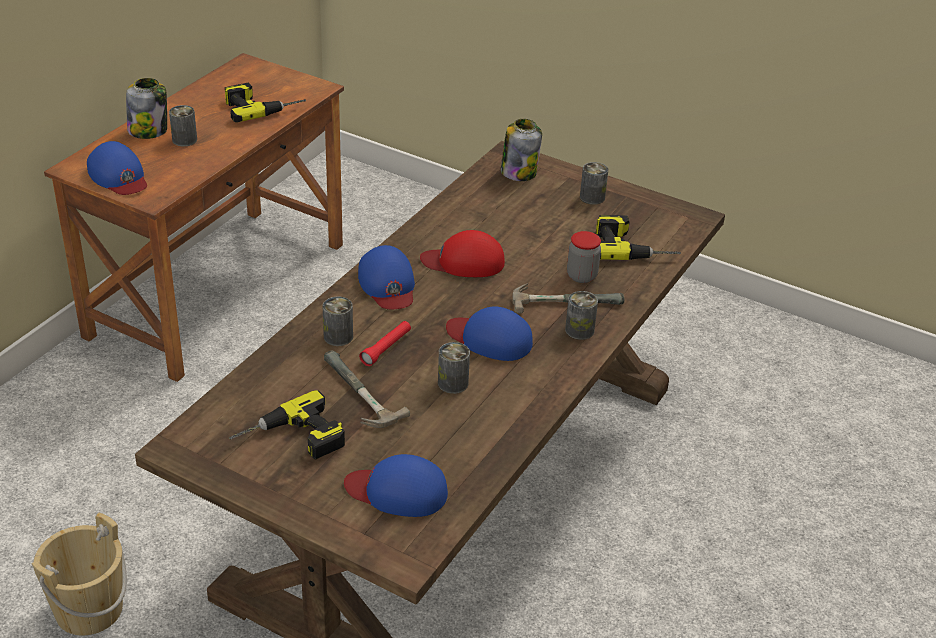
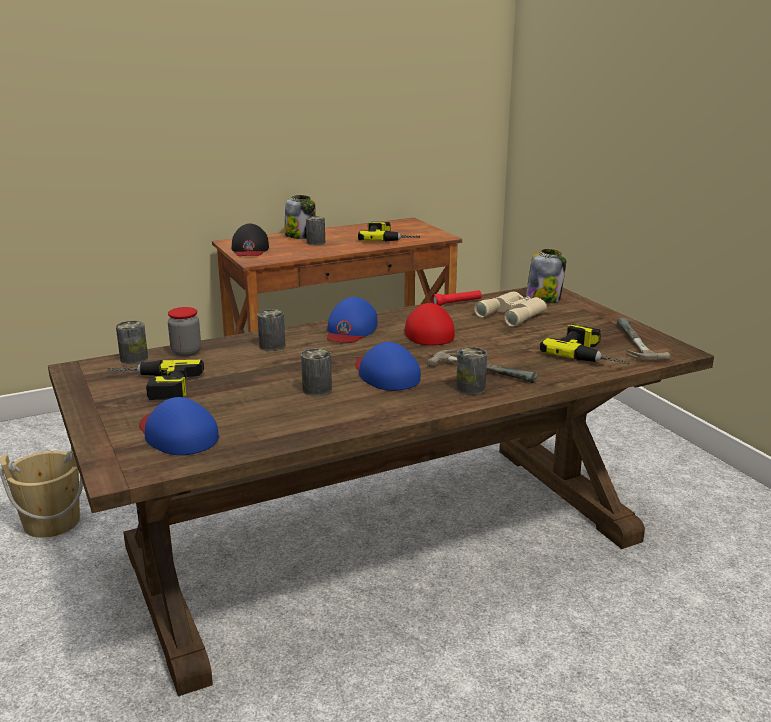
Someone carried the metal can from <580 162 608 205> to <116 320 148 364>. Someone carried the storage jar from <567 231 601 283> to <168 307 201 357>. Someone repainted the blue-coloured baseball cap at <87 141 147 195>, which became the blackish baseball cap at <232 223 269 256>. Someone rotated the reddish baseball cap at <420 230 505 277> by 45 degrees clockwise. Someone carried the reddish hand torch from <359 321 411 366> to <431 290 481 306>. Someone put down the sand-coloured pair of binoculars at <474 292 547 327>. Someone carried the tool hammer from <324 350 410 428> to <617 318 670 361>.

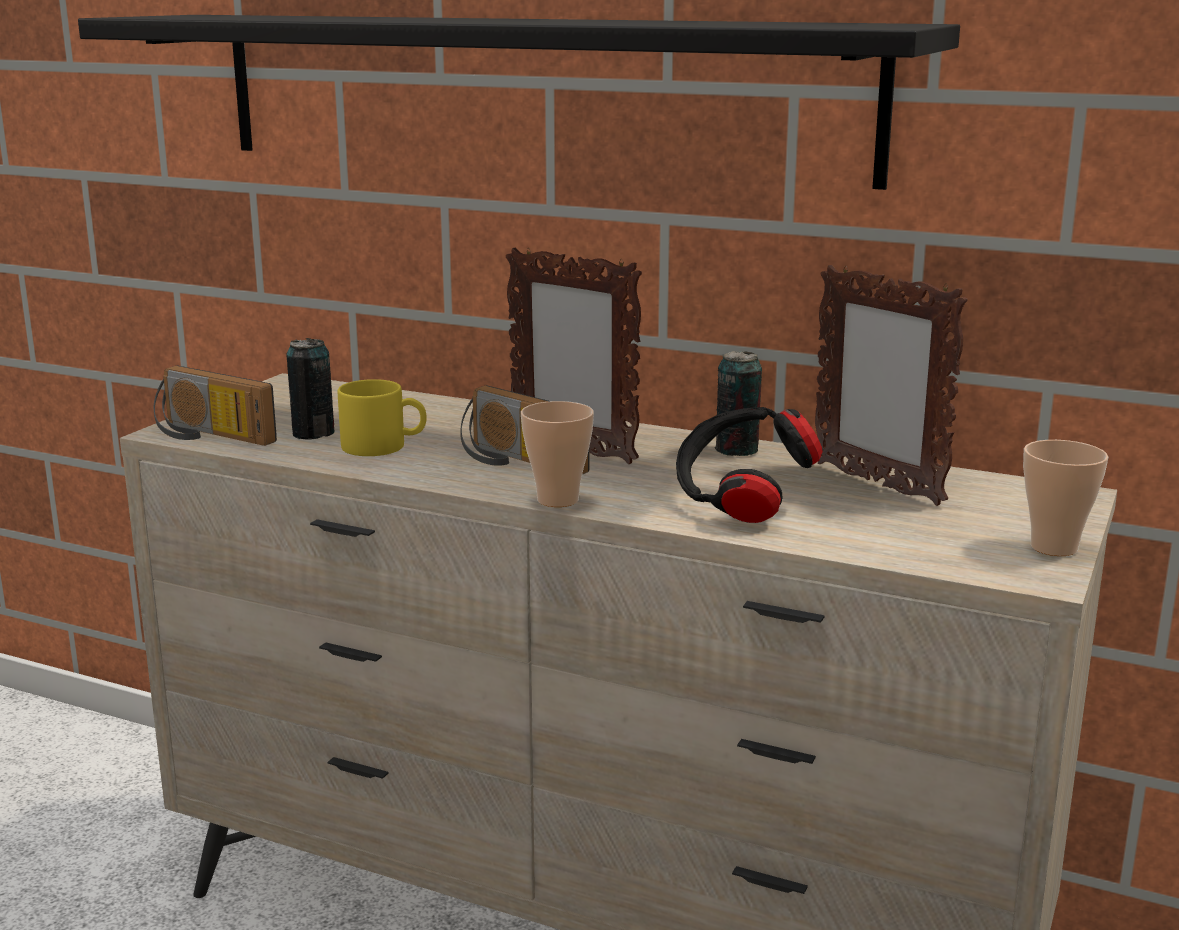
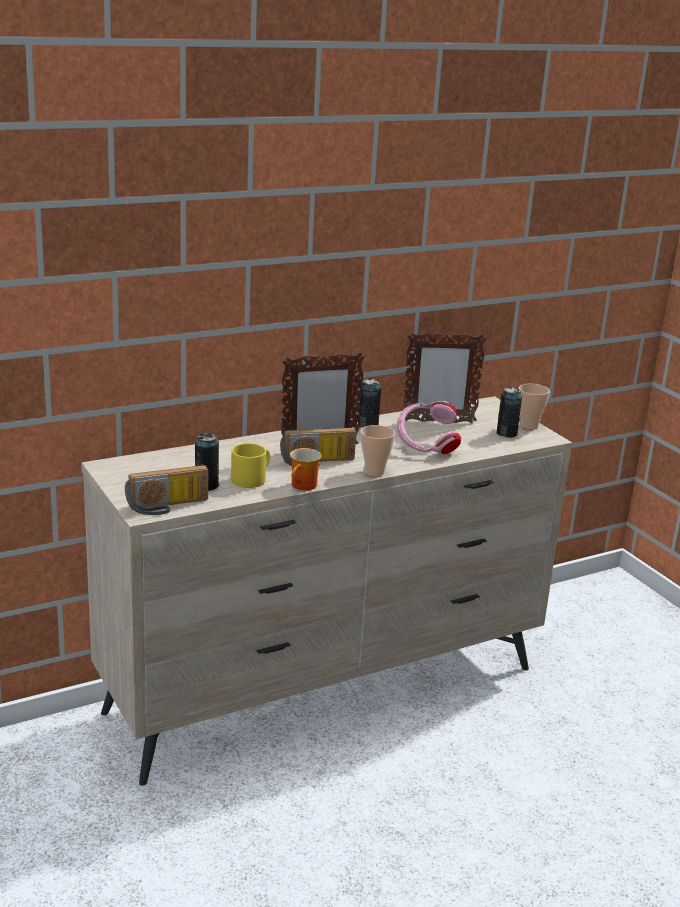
Someone put down the coffee mug at <290 448 322 491>. Someone repainted the blackish headset at <676 407 823 523>, which became the pink headset at <397 401 461 454>. Someone put down the metal can at <497 387 522 438>. Someone took away the blackish bracket shelf at <78 15 960 190>.

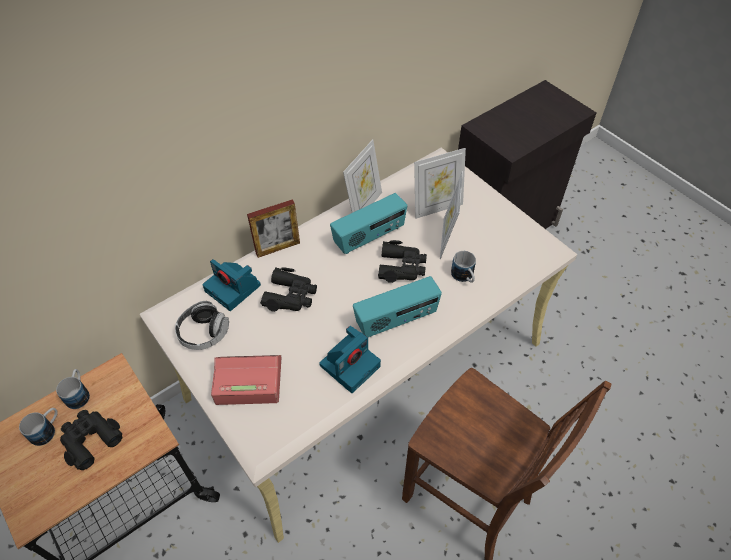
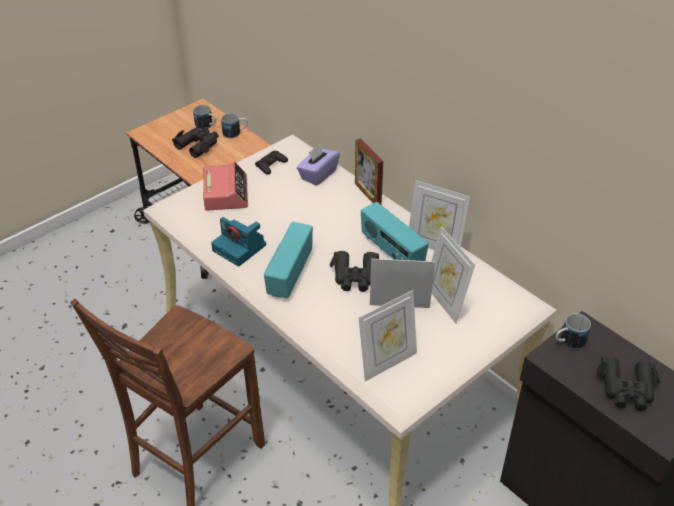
Someone swapped the headset at <175 301 229 350> for the blackish game controller at <255 151 288 175>. Someone rotated the radio set at <353 276 442 337> by 45 degrees clockwise. Someone swapped the photo camera at <202 259 261 311> for the purple tissue holder at <297 144 340 186>. Someone put down the standing frame at <358 290 417 381>. Someone carried the coffee mug from <451 251 476 283> to <555 313 591 349>. Someone carried the blackish pair of binoculars from <260 267 317 312> to <597 357 660 411>.

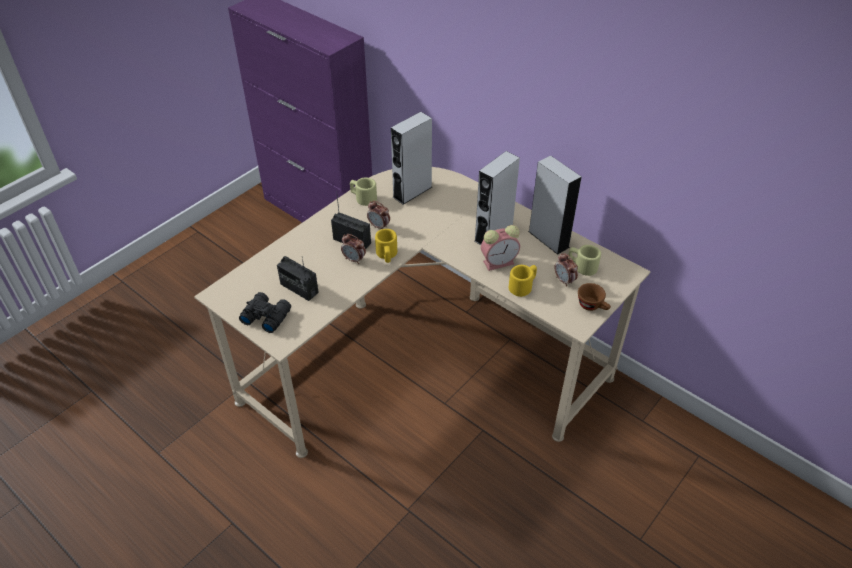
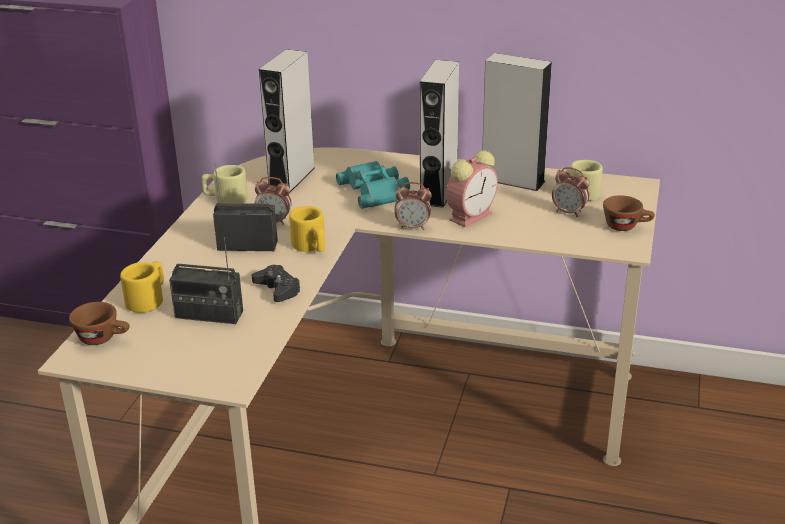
Someone put down the brown cup at <69 302 130 345>. Someone carried the yellowish coffee mug from <509 265 537 297> to <120 261 164 313>. Someone put down the blackish game controller at <252 265 301 302>. Someone put down the turquoise pair of binoculars at <336 161 410 209>. Someone carried the alarm clock from <341 234 366 264> to <395 182 432 230>. Someone took away the blackish pair of binoculars at <239 292 291 333>.

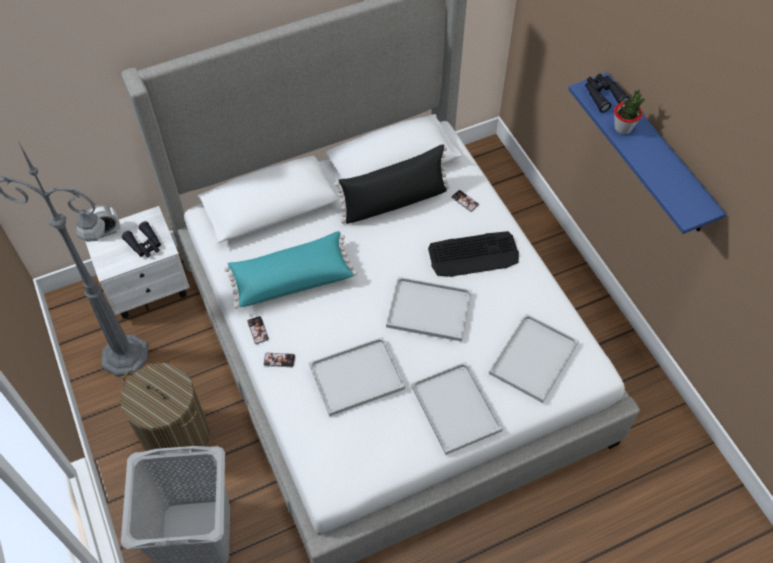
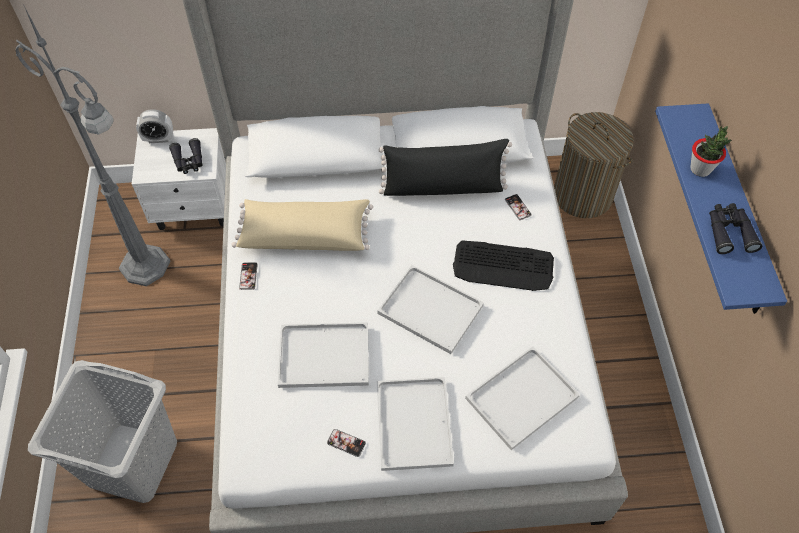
Someone repainted the turquoise throw pillow at <224 231 358 309>, which became the sand-coloured throw pillow at <231 199 373 251>. Someone carried the handset from <264 353 295 367> to <327 429 366 457>. Someone carried the washing basket from <120 363 210 451> to <554 112 634 218>. Someone carried the blackish pair of binoculars from <585 74 629 113> to <709 203 762 254>.

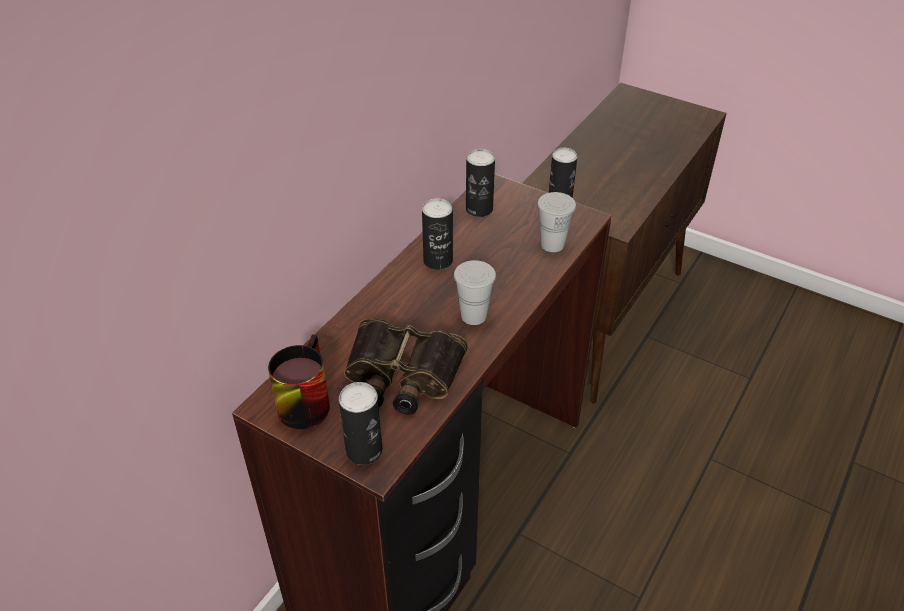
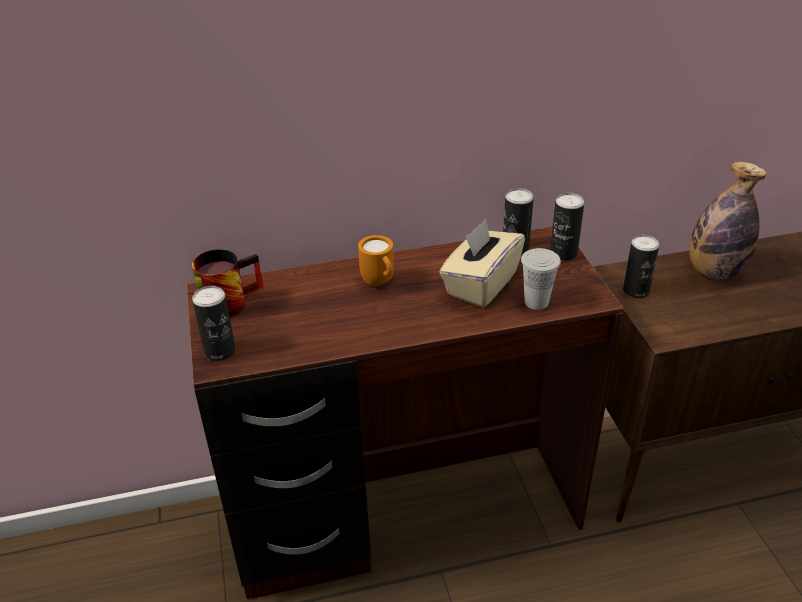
Someone put down the orangey coffee mug at <358 235 394 286>. Someone put down the sand-coloured tissue holder at <439 219 525 308>. Someone carried the metal can from <422 198 453 270> to <550 193 584 261>. Someone put down the drink bottle at <689 161 767 280>. Someone took away the pair of binoculars at <344 319 467 415>. Someone took away the white-coloured cup at <454 260 496 325>.

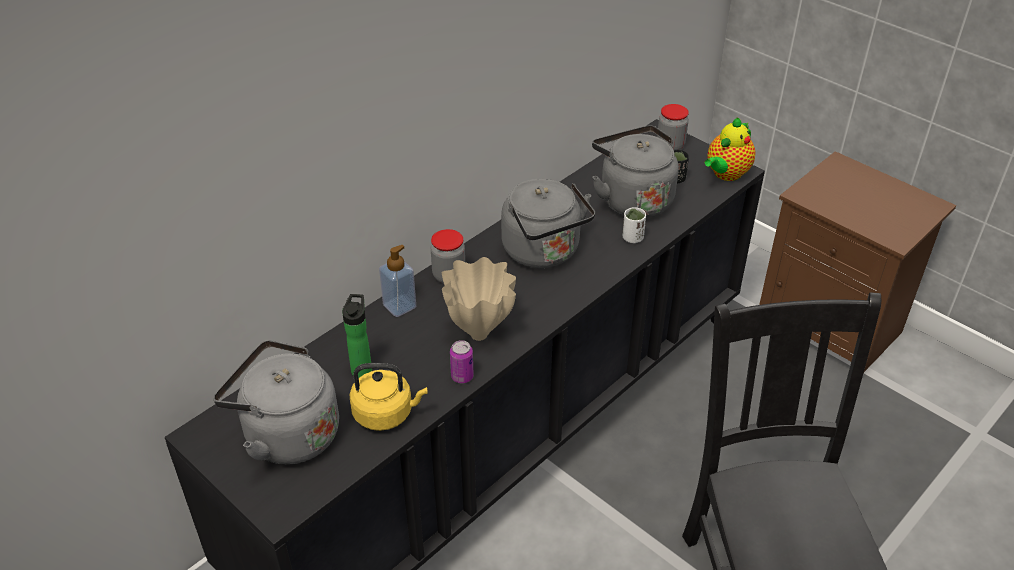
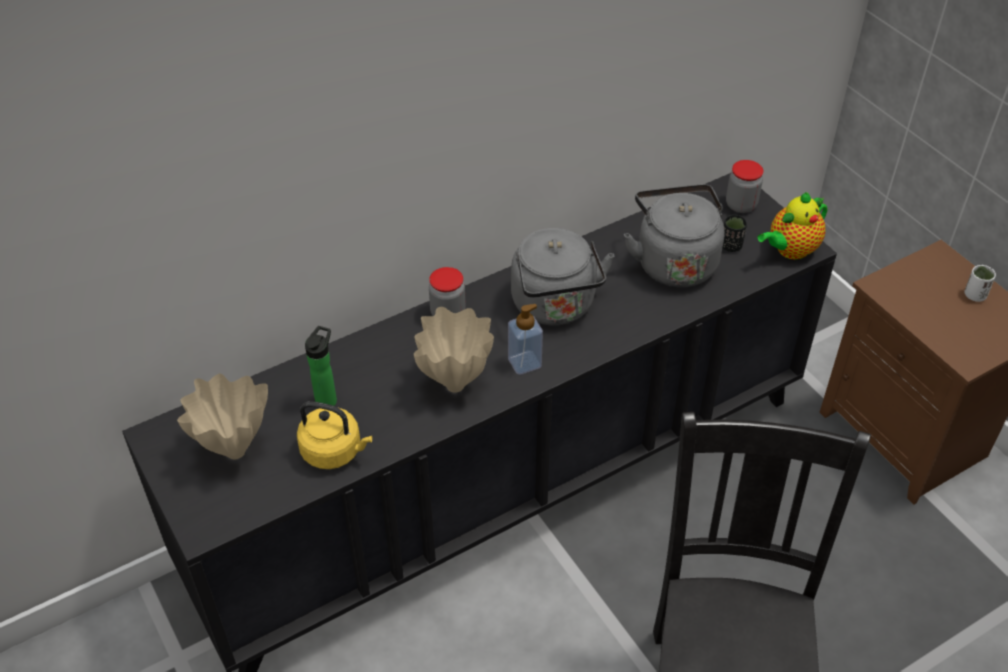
Someone swapped the grey kettle at <213 340 339 465> for the sand-coloured vase at <177 374 268 459>. Someone carried the soap bottle from <379 245 416 317> to <508 304 543 375>. Someone carried the white-coloured cup from <623 207 646 243> to <964 265 996 302>. Someone took away the metal can at <450 340 474 383>.

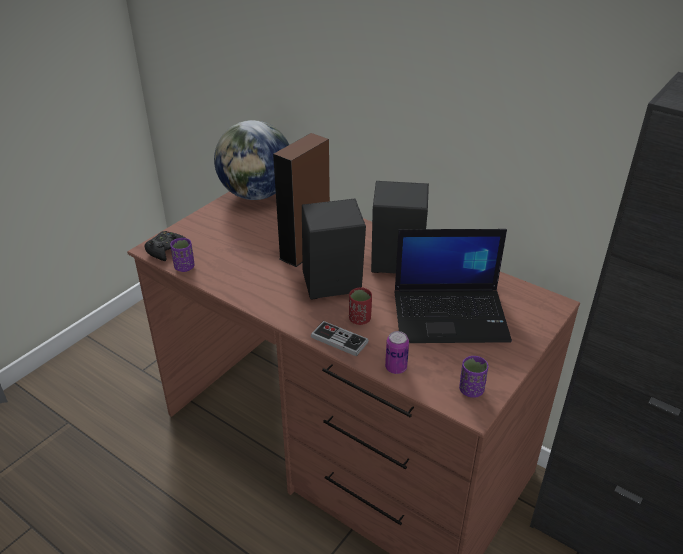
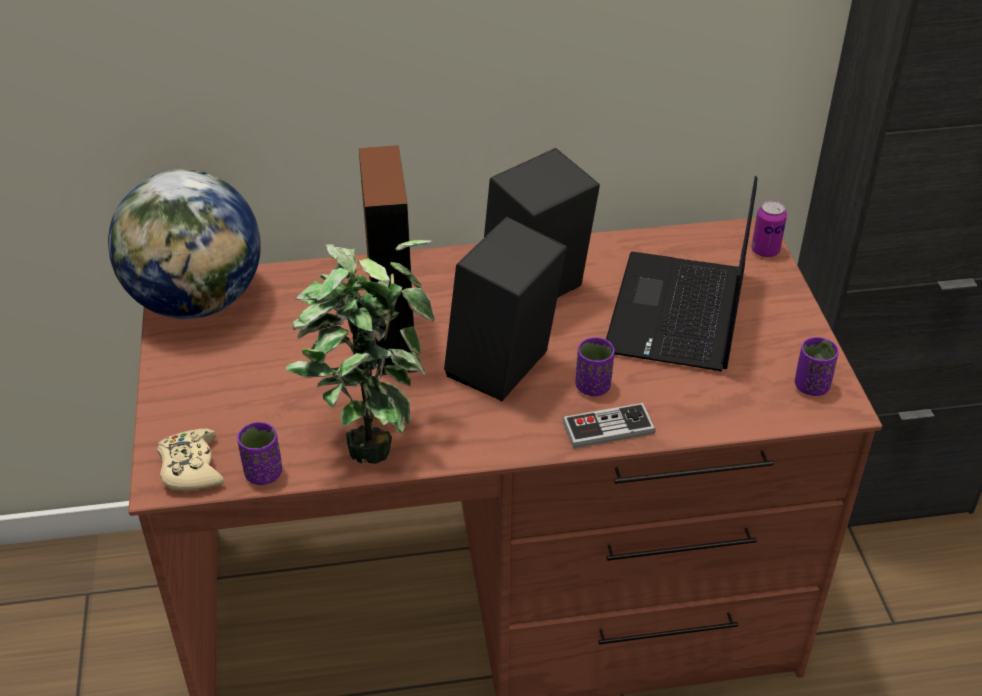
Someone repainted the blackish game controller at <144 231 186 261>, which became the sand-coloured game controller at <157 429 224 491>. Someone put down the plant in a pot at <286 240 435 464>. Someone repainted the reddish cup at <349 287 372 325>, which became the purple cup at <576 337 615 396>. Someone rotated the laptop at <394 229 512 343> by 150 degrees clockwise. Someone carried the metal can from <385 331 409 374> to <751 200 787 257>.

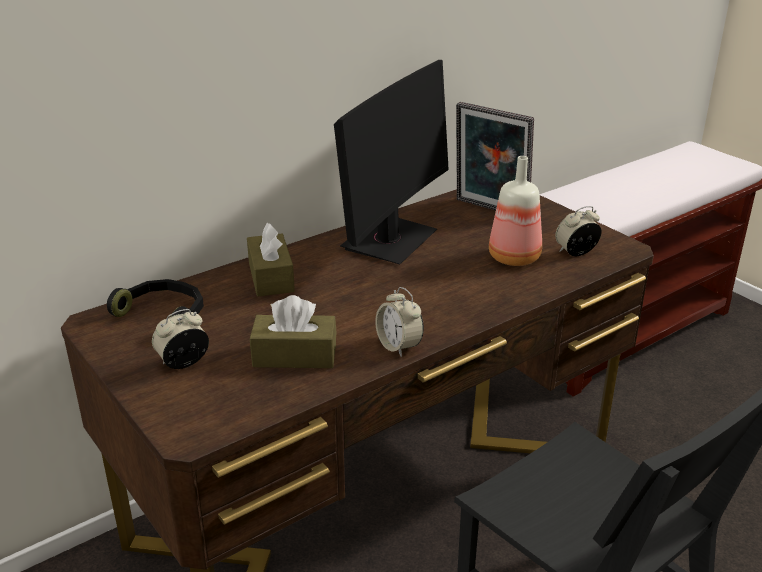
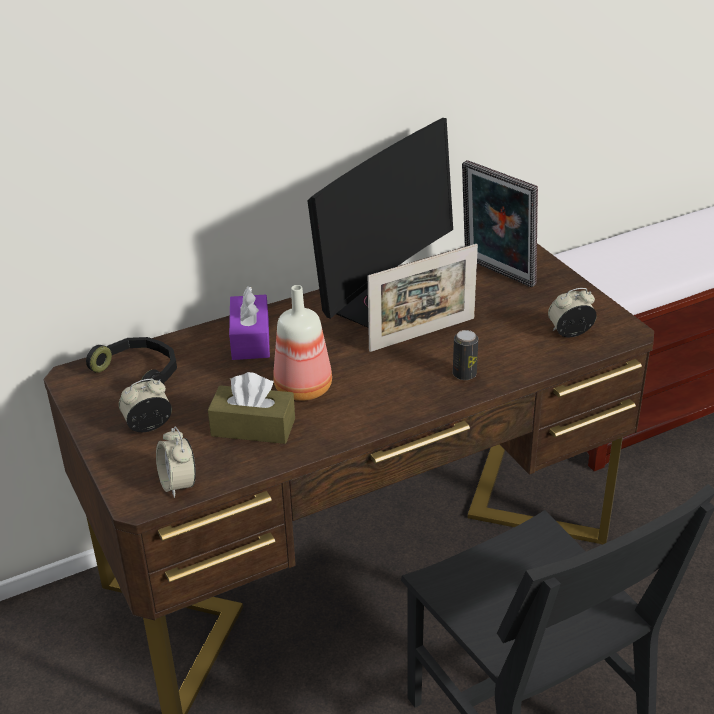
Someone carried the alarm clock from <375 287 424 357> to <156 427 196 498>. Someone repainted the brown tissue holder at <247 223 295 297>, which became the purple tissue holder at <229 286 270 360>. Someone carried the drink bottle from <489 156 542 266> to <273 285 332 401>. Someone put down the standing frame at <368 244 478 352>. Someone put down the metal can at <453 330 478 380>.

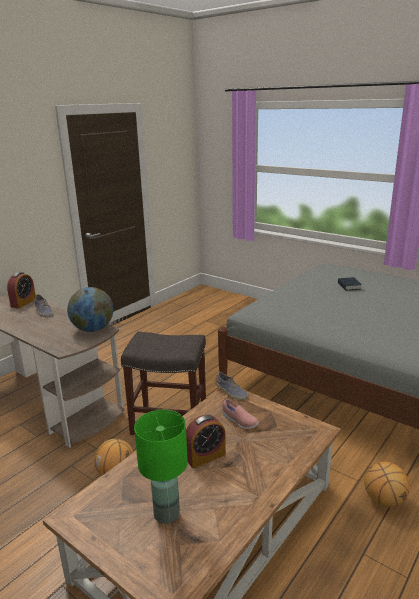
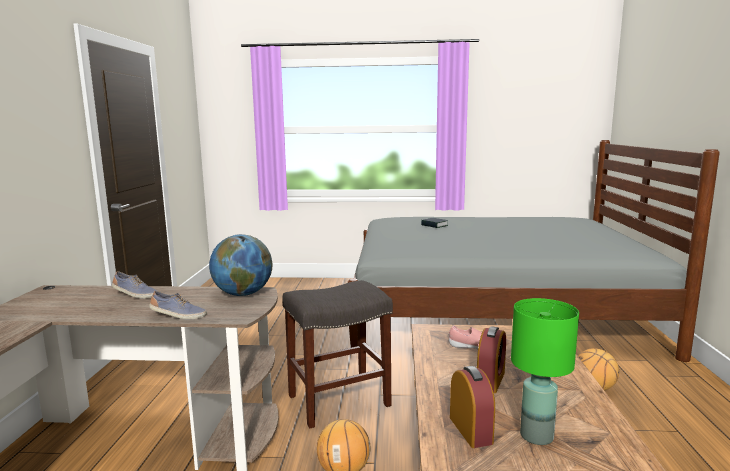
Someone carried the shoe from <214 372 249 400> to <149 291 207 319>. Someone carried the alarm clock from <7 272 36 309> to <450 366 495 448>.

